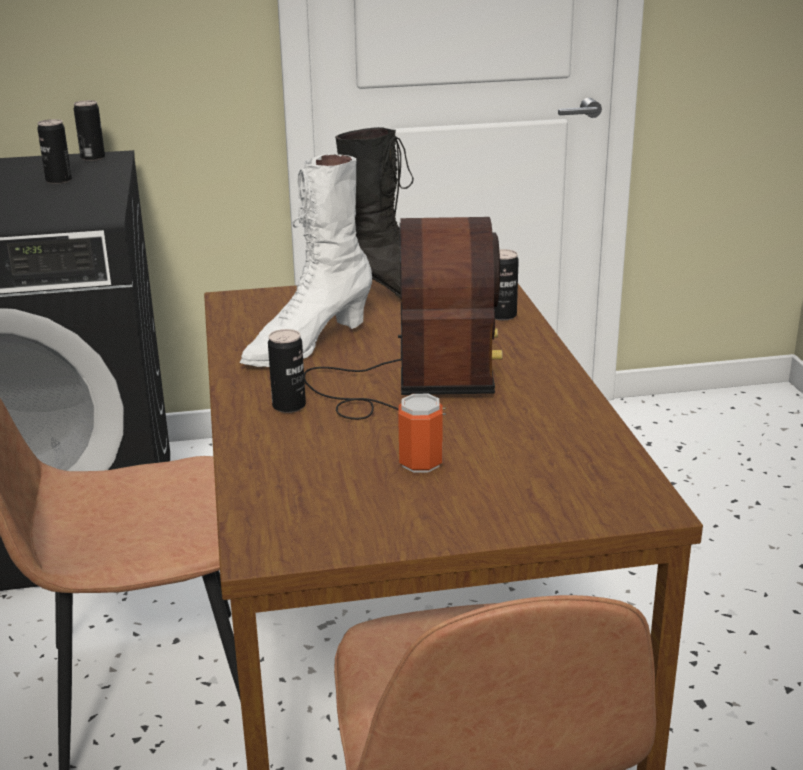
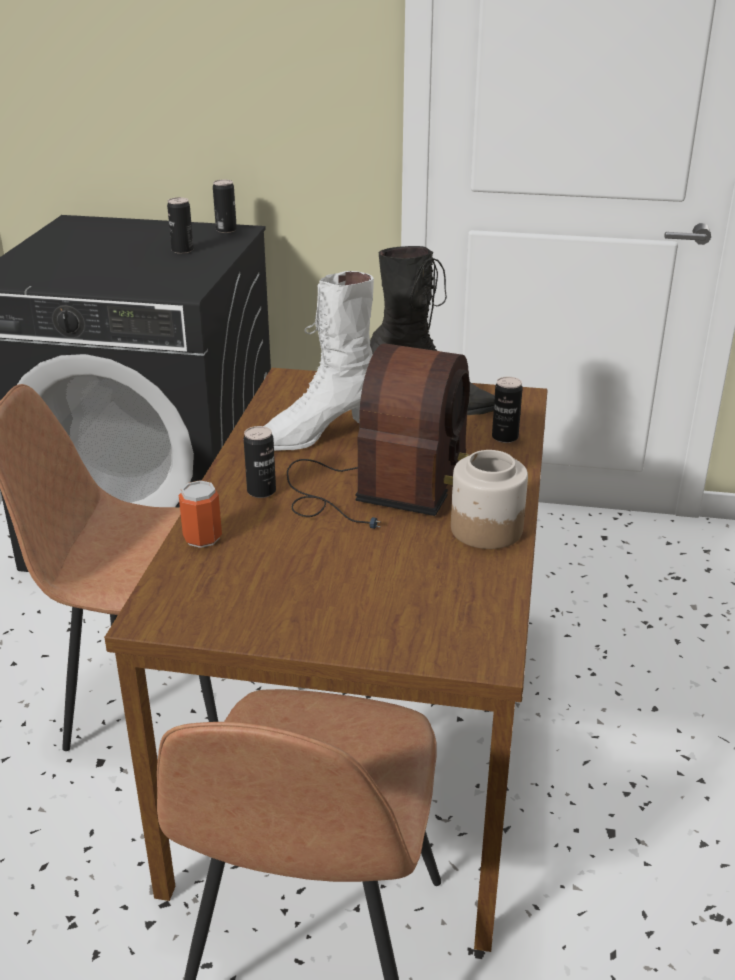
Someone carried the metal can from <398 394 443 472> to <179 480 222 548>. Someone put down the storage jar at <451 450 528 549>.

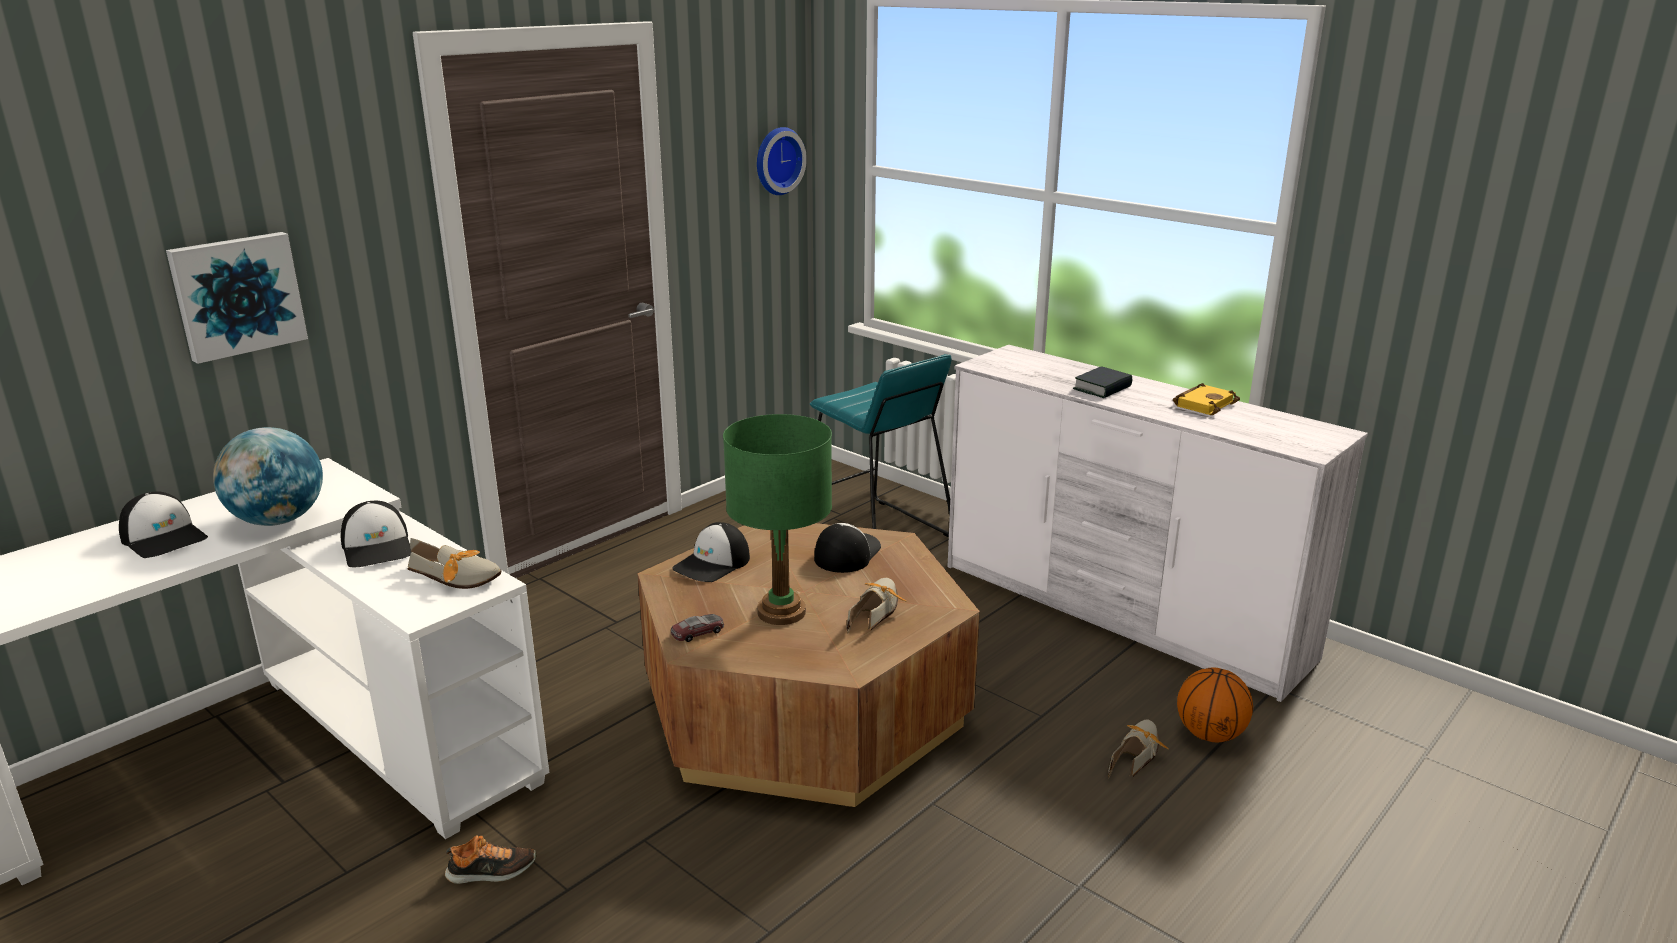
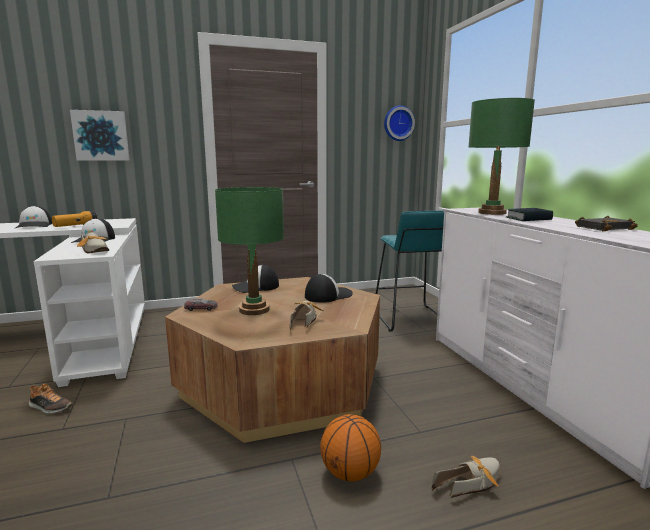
Someone swapped the world globe at <213 427 323 526> for the hand torch at <52 211 98 227>. Someone rotated the shoe at <846 578 907 635> by 45 degrees counterclockwise. Someone carried the basketball ball from <1177 667 1253 742> to <320 414 381 482>. Someone put down the green-coloured lamp for a table at <468 98 535 215>. Someone repainted the yellowish book at <1173 383 1240 415>, which became the blackish book at <575 215 638 231>.

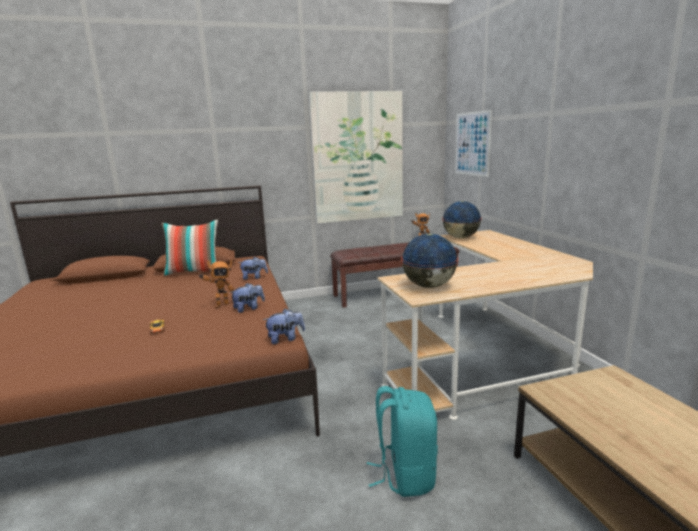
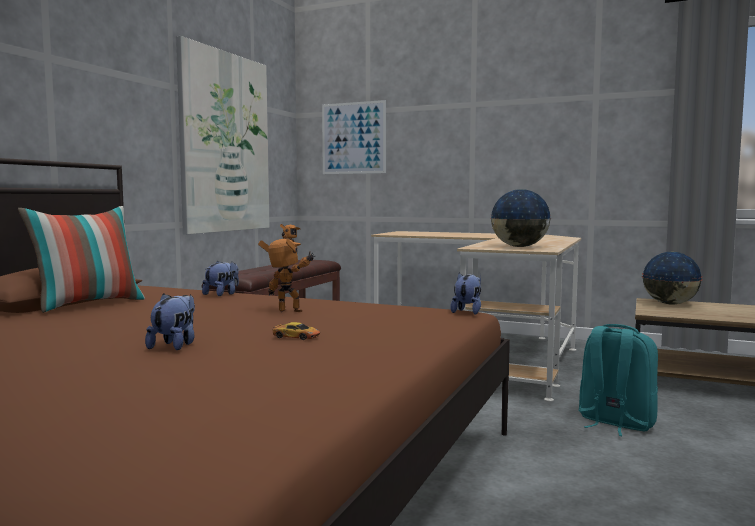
Someone carried the soft toy from <230 283 265 313> to <145 293 195 350>. Someone rotated the toy robot at <199 260 235 308> by 75 degrees counterclockwise. Someone carried the world globe from <442 201 482 238> to <642 252 703 305>.

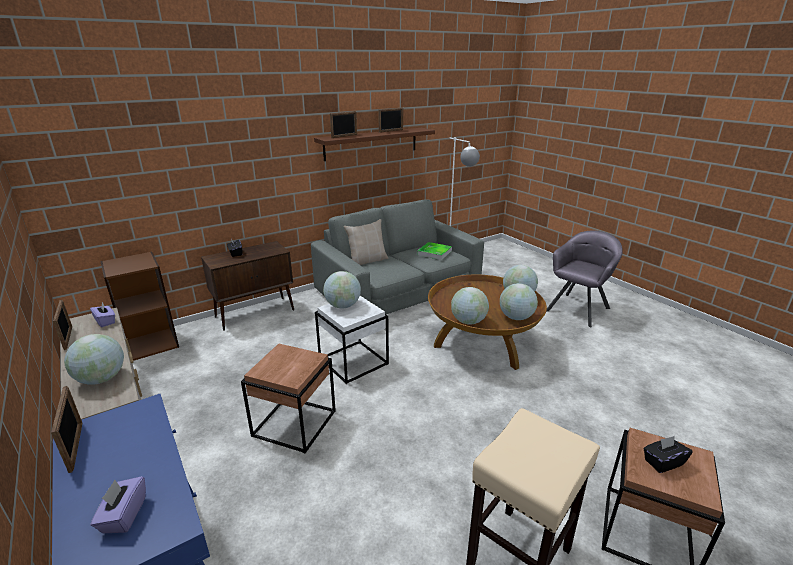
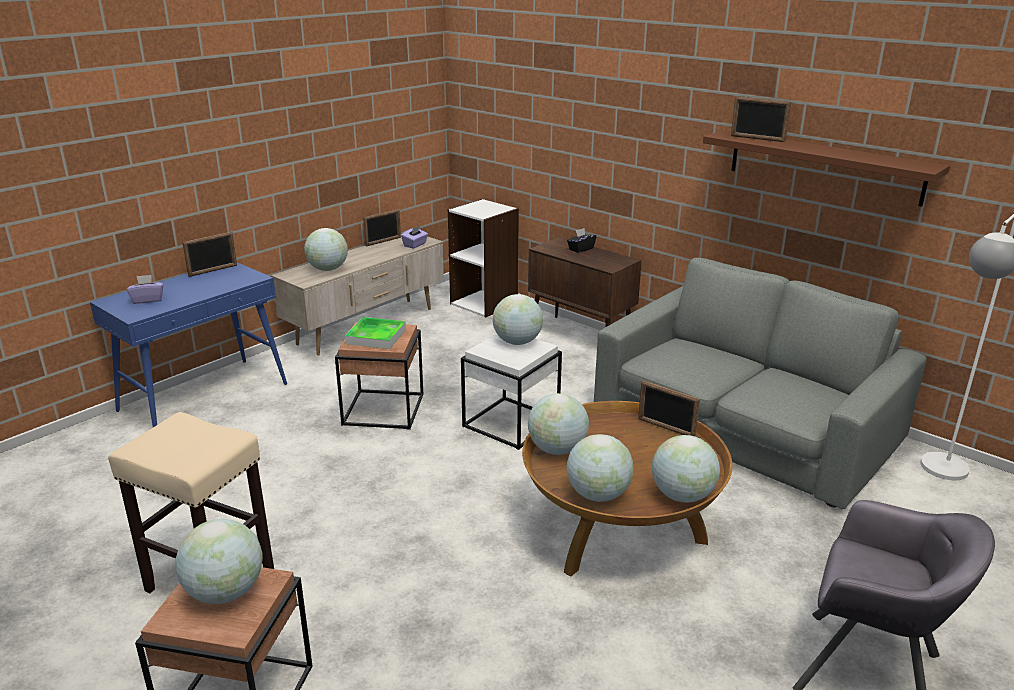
Someone swapped the blackish tissue holder at <643 436 692 473> for the world globe at <175 519 263 604>. Someone carried the carrying tray from <417 242 452 260> to <345 317 406 349>. Someone repainted the brown bookshelf at <100 251 179 361>, which became the white-coloured bookshelf at <448 199 519 317>. Someone carried the standing frame from <378 108 403 133> to <638 380 700 436>. Someone took away the sand-coloured throw pillow at <344 219 388 265>.

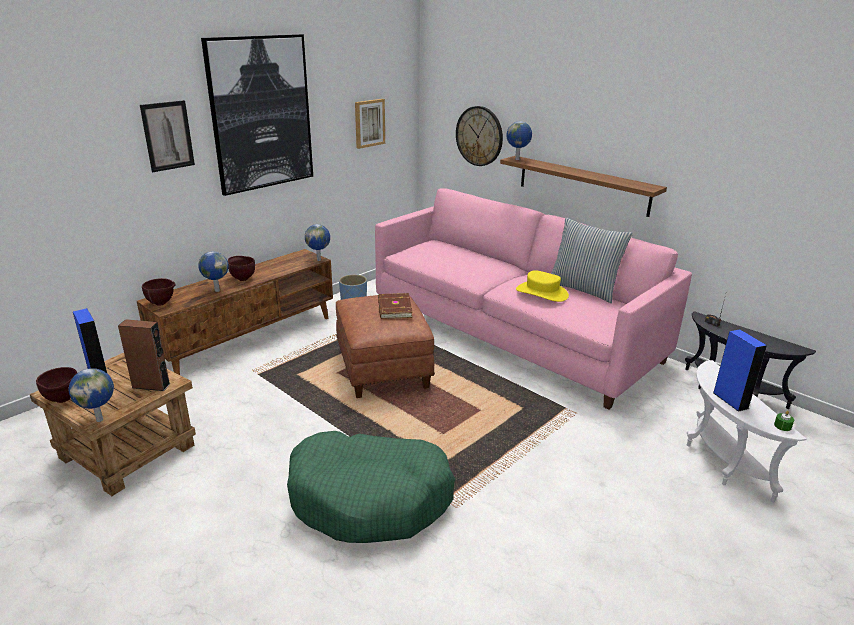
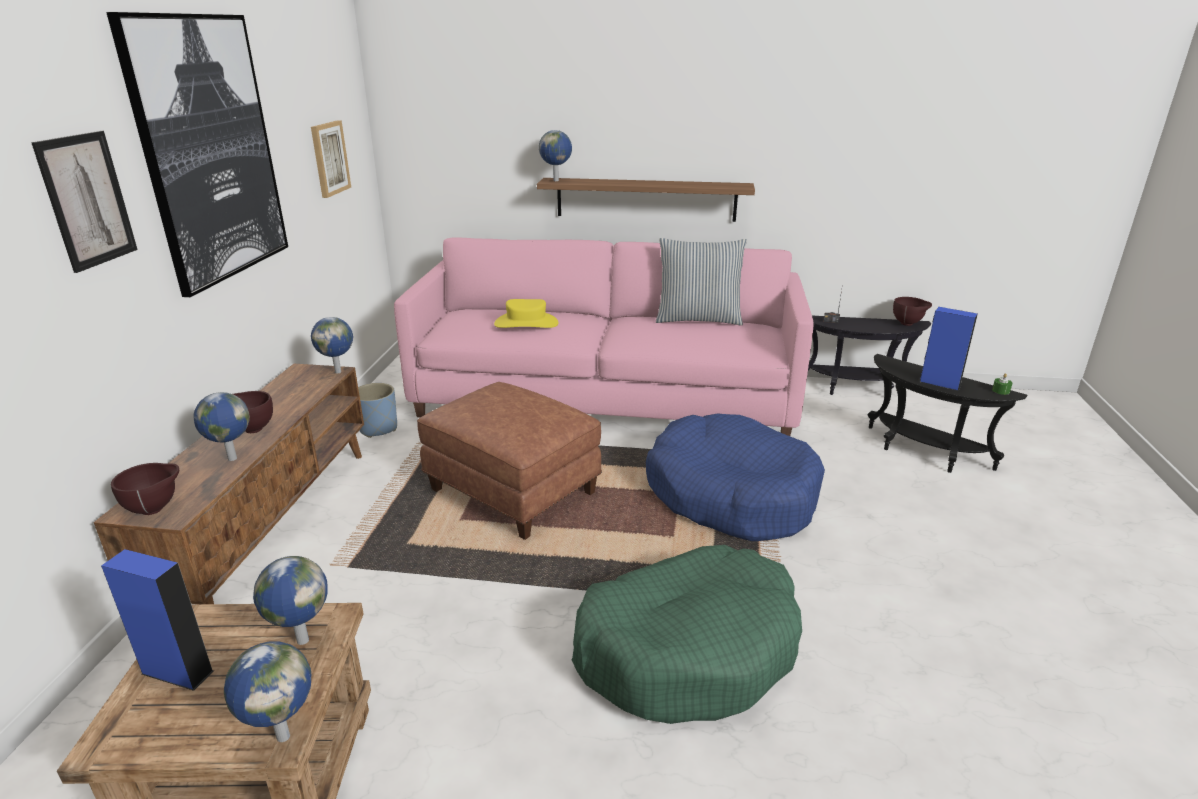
Someone swapped the brown loudspeaker at <118 319 170 391> for the world globe at <253 556 328 645>. Someone carried the yellowish clothing hat from <516 270 569 302> to <494 299 558 328>. Someone put down the blue-coloured dog bed at <646 413 825 541>. Someone repainted the white-coloured end table at <687 360 807 502>, which became the blackish end table at <868 354 1027 473>. Someone carried the brown deep dish from <36 367 77 403> to <893 297 932 326>. Someone took away the brown book at <378 293 413 319>. Someone took away the hanging clock at <456 106 503 166>.

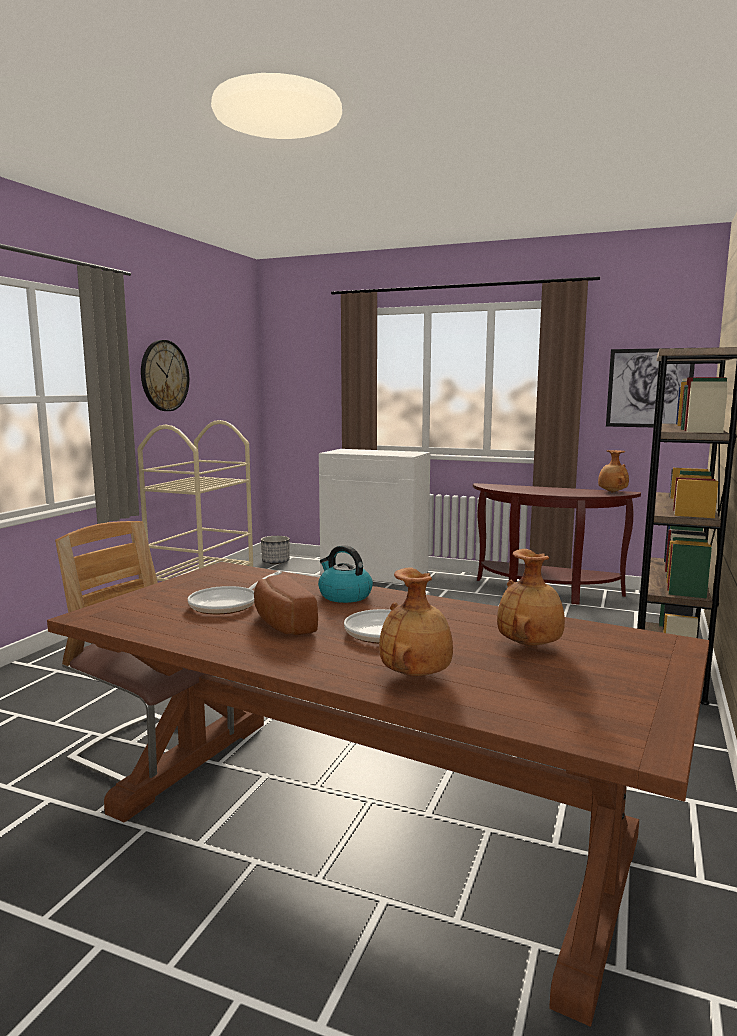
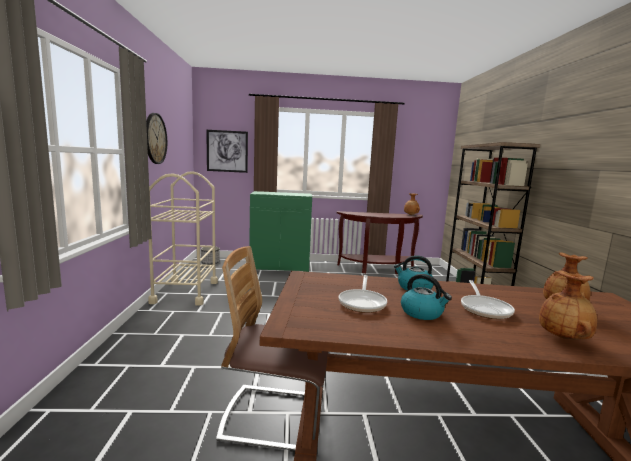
Someone carried the picture from <606 348 695 427> to <206 130 248 173>. Someone repainted the white-coloured cupboard at <319 449 430 586>, which became the green-coloured cupboard at <249 191 312 272>. Someone swapped the baked bread at <254 575 318 635> for the kettle at <401 274 452 320>.

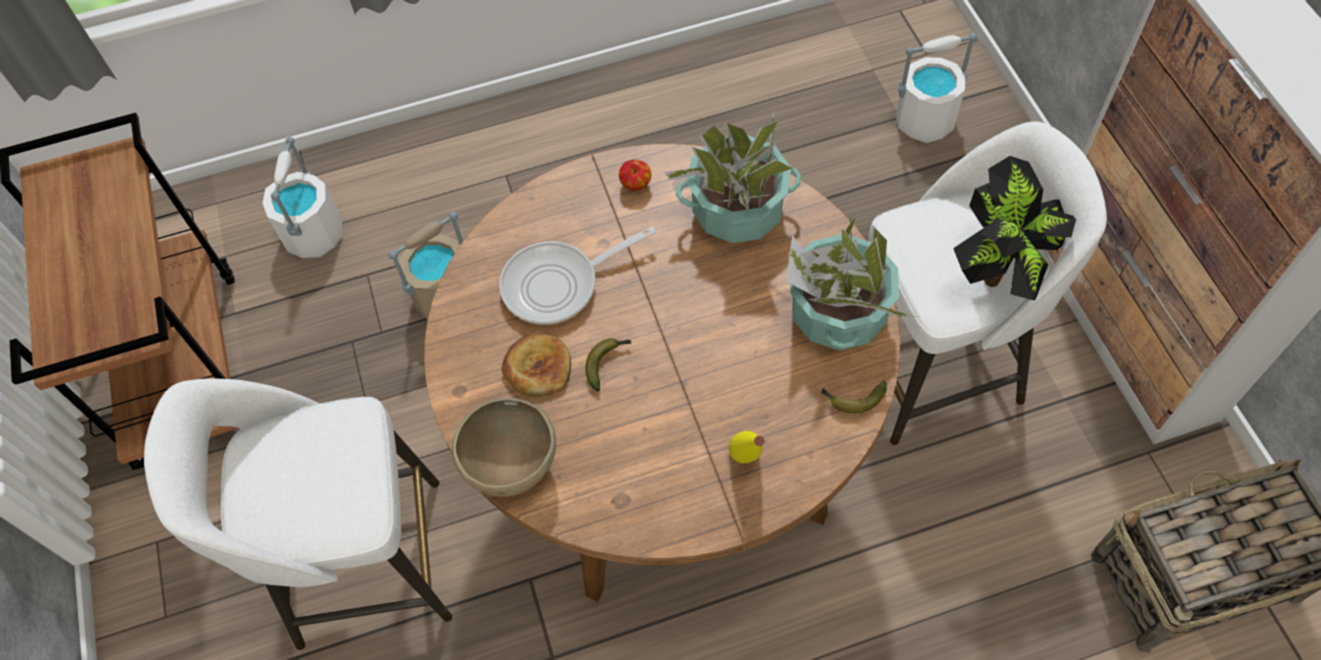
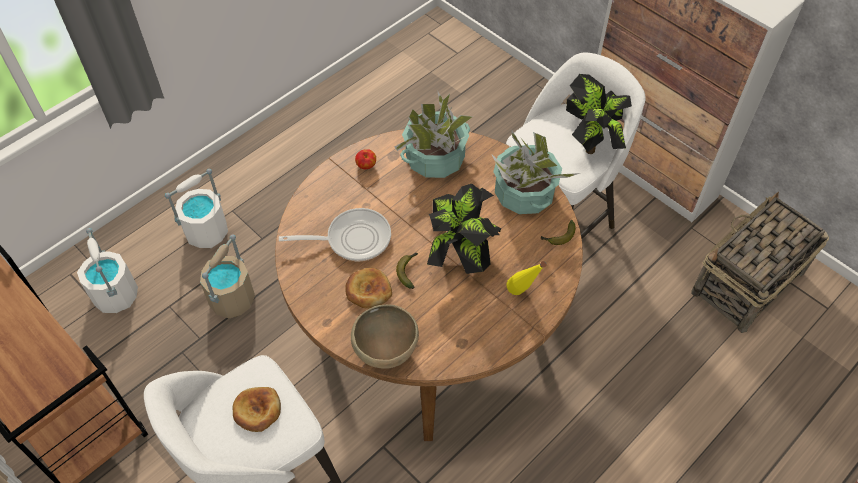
Someone carried the white-coloured pail from <896 33 977 143> to <165 169 228 248>. Someone put down the baked bread at <233 387 281 432>. Someone rotated the pan at <499 227 656 325> by 135 degrees counterclockwise. Someone put down the plant in a pot at <427 184 501 274>.

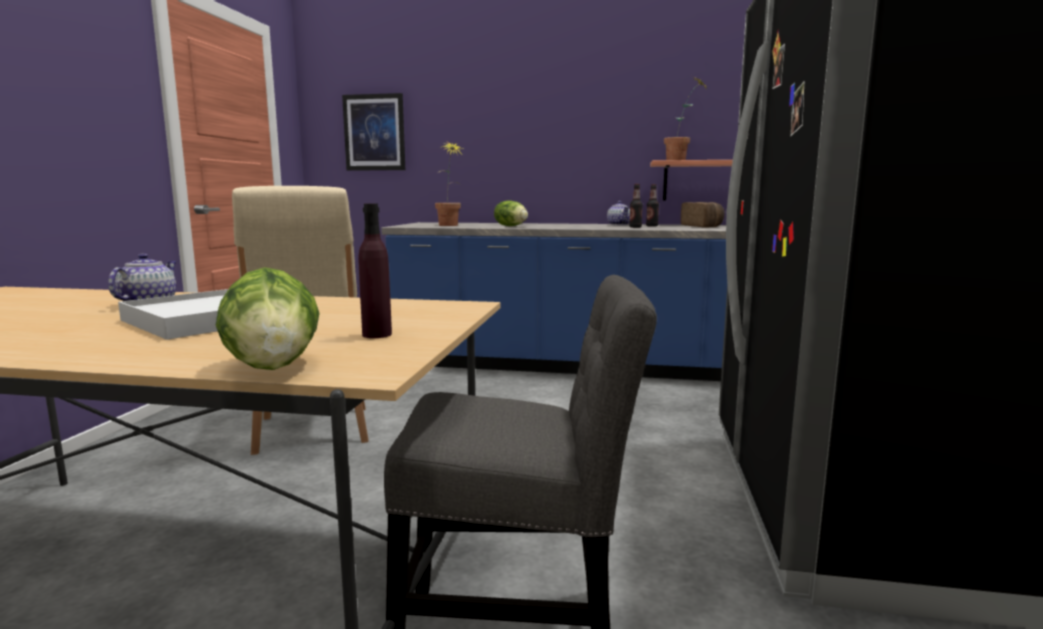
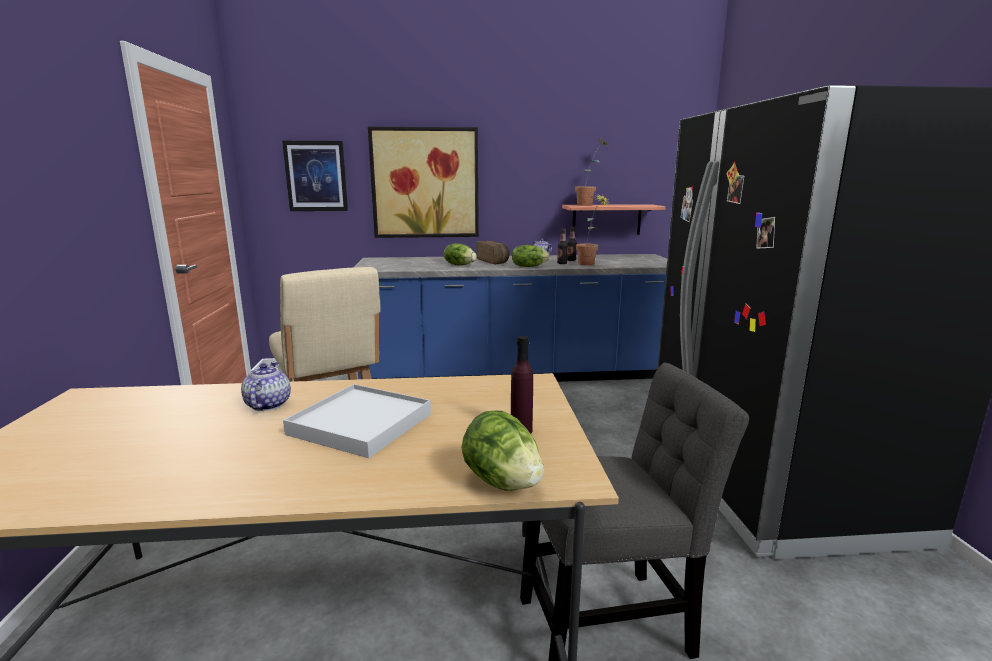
Someone put up the picture at <368 127 479 238>. Someone carried the baked bread from <681 202 725 228> to <476 241 510 264>. Someone put down the lettuce at <512 245 550 267>. Someone carried the plant in a pot from <435 142 464 226> to <576 194 610 265>.

